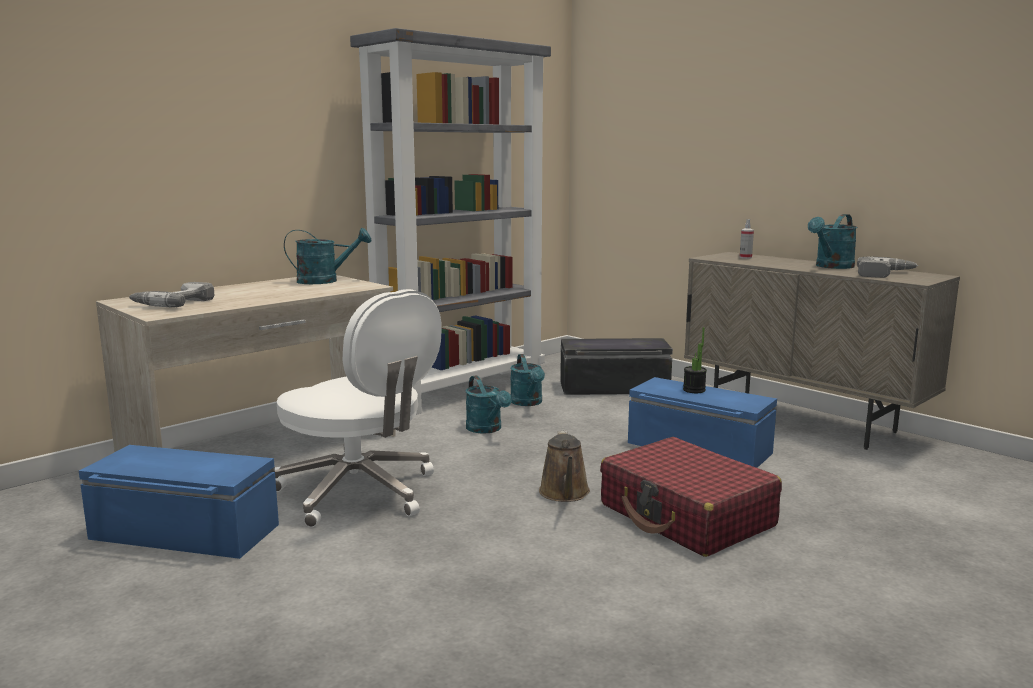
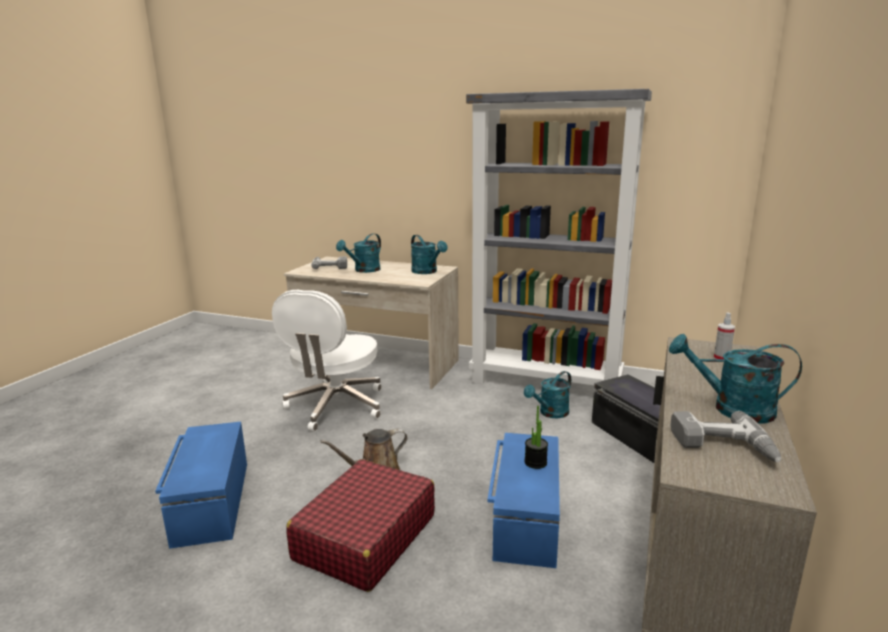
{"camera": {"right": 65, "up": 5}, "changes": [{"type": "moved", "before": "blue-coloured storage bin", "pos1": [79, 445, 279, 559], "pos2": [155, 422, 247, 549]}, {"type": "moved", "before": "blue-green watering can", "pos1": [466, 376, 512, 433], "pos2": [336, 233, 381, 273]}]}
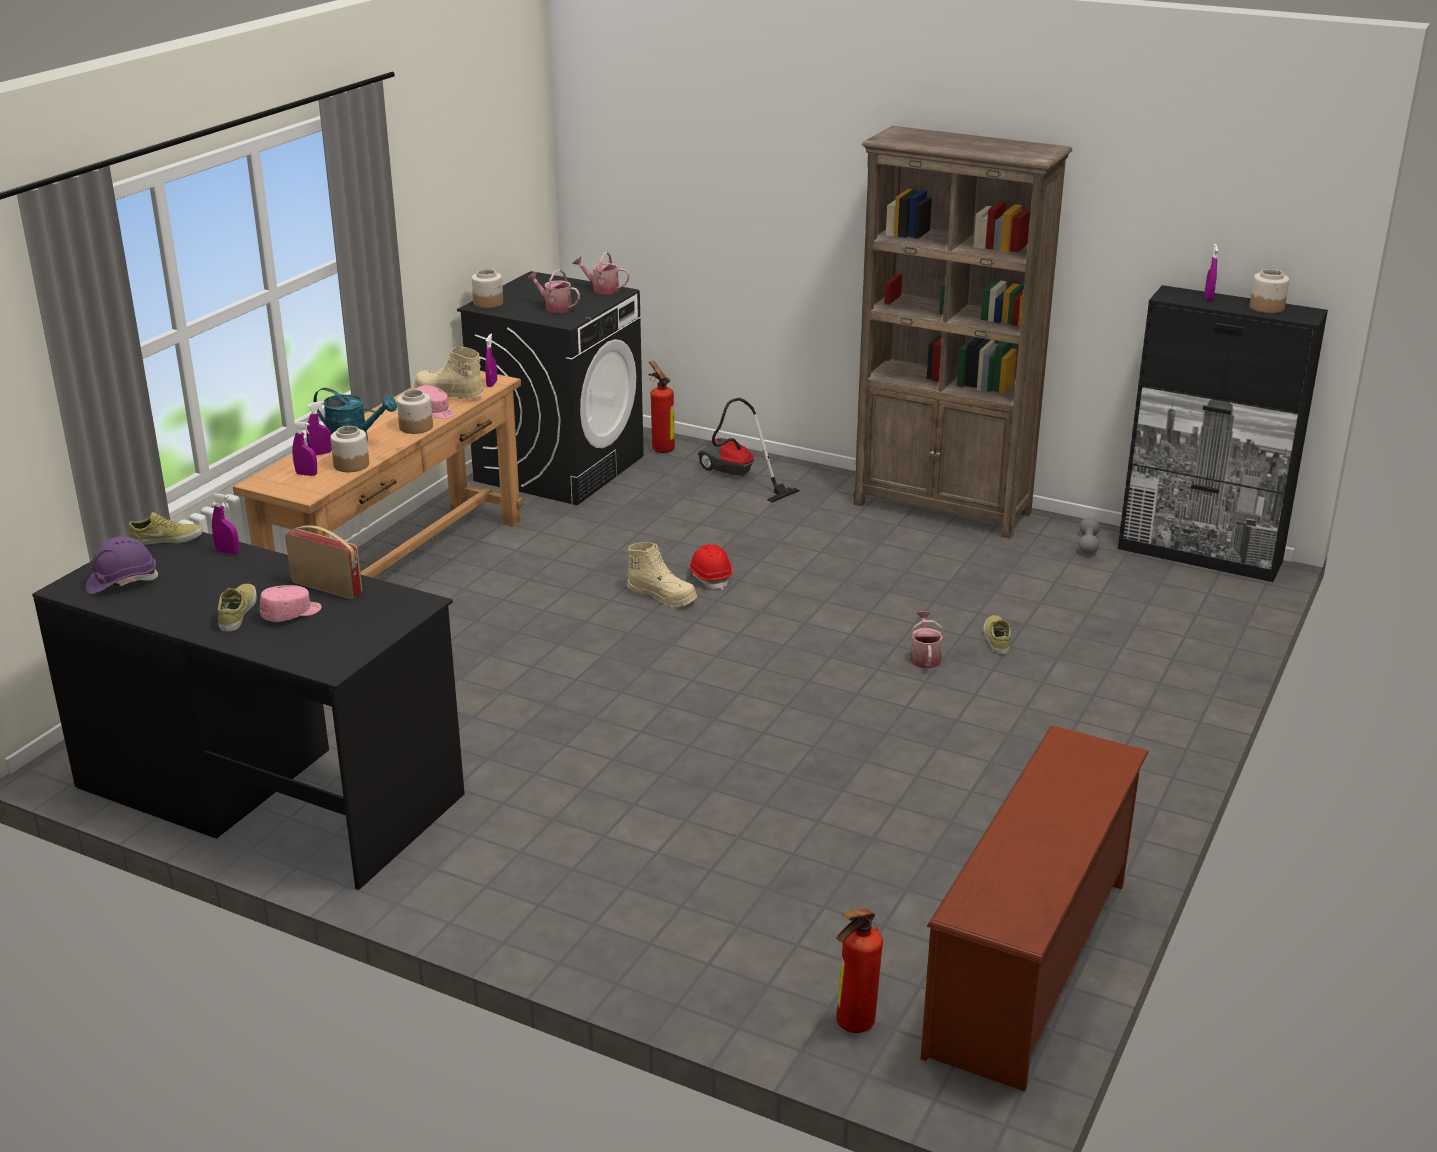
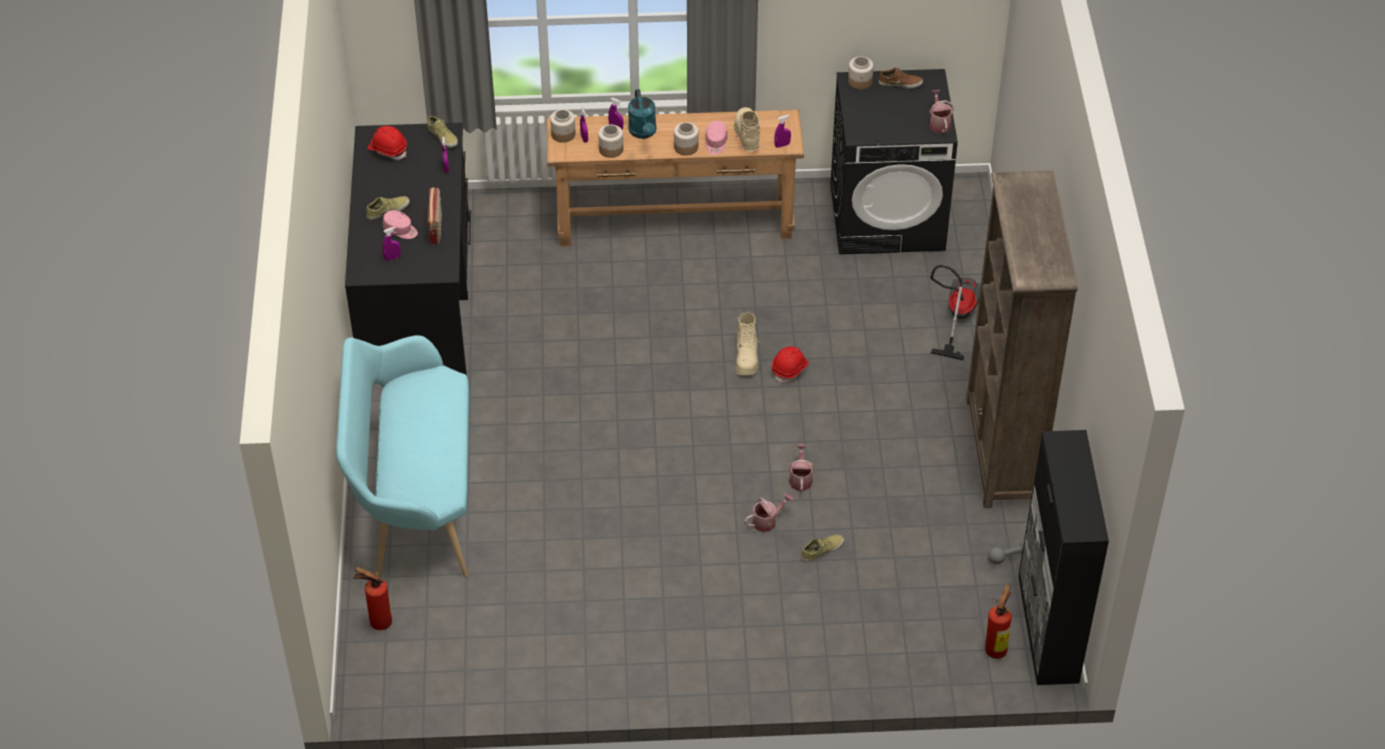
{"camera": {"right": 60, "up": 20}, "changes": [{"type": "recoloured", "before": "purplish safety helmet", "after": "reddish safety helmet", "pos1": [86, 536, 158, 594], "pos2": [368, 126, 407, 160]}, {"type": "moved", "before": "watering can", "pos1": [527, 269, 580, 313], "pos2": [789, 445, 815, 492]}, {"type": "moved", "before": "fire extinguisher", "pos1": [649, 360, 675, 453], "pos2": [985, 584, 1012, 659]}, {"type": "removed", "before": "brownish shoe rack", "pos1": [920, 725, 1149, 1092]}, {"type": "moved", "before": "purplish hand sprayer", "pos1": [1205, 244, 1218, 301], "pos2": [382, 227, 401, 261]}, {"type": "moved", "before": "storage jar", "pos1": [1250, 269, 1289, 313], "pos2": [550, 109, 575, 143]}, {"type": "added", "after": "blue-green indoor bench", "pos2": [336, 335, 471, 577]}, {"type": "added", "after": "brownish low shoe", "pos2": [878, 68, 923, 88]}]}
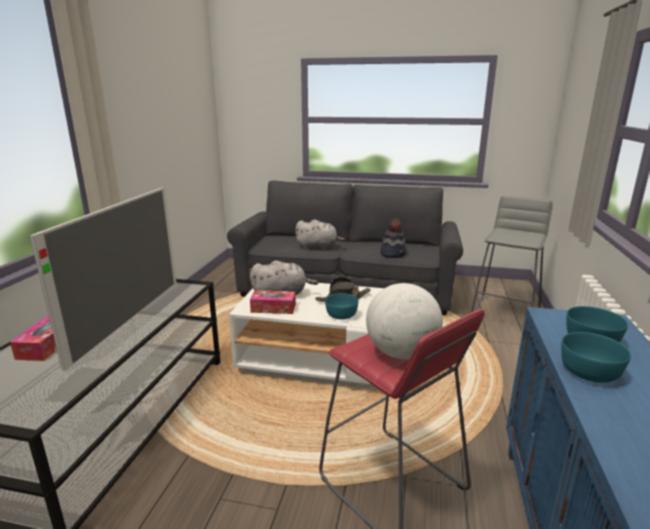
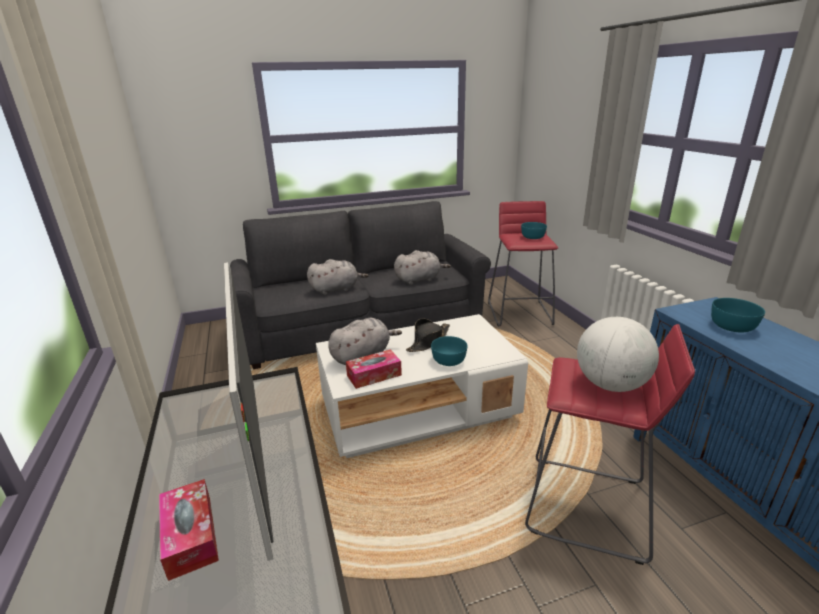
{"camera": {"right": -30, "up": 5}, "changes": [{"type": "replaced", "before": "clothing hat", "after": "greyish cuddly toy", "pos1": [380, 219, 407, 258], "pos2": [394, 250, 451, 285]}, {"type": "recoloured", "before": "greyish stool seat", "after": "reddish stool seat", "pos1": [471, 196, 553, 312], "pos2": [488, 201, 558, 326]}, {"type": "moved", "before": "blue-green deep dish", "pos1": [561, 332, 631, 383], "pos2": [521, 222, 547, 239]}]}
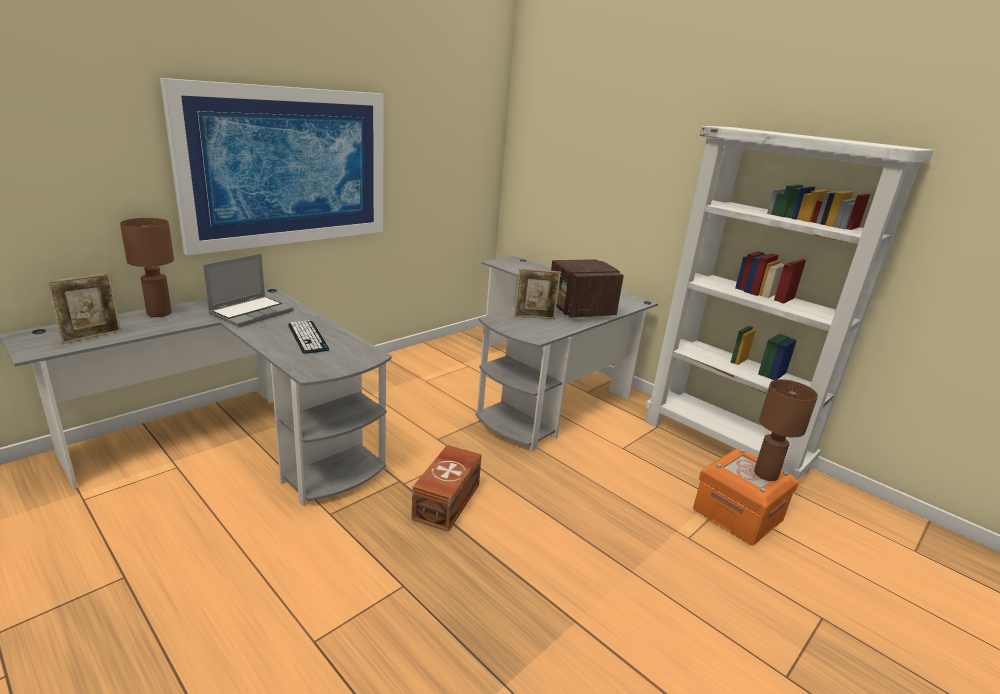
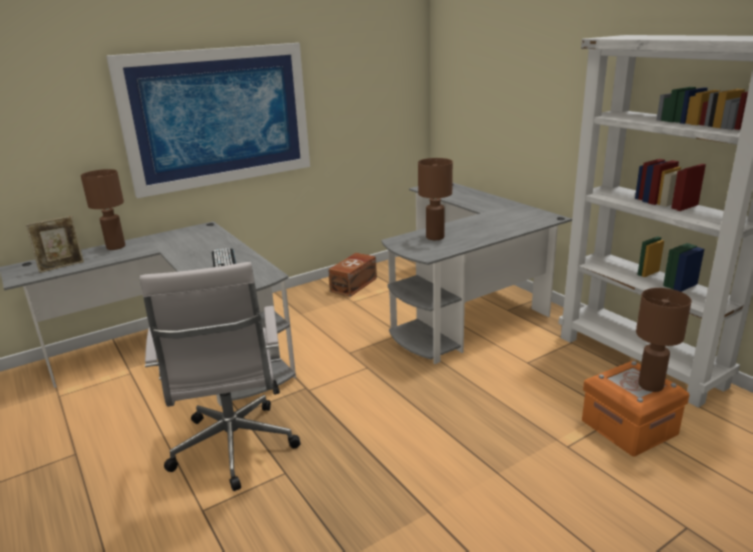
{"camera": {"right": 15, "up": 0}, "changes": [{"type": "removed", "before": "notebook computer", "pos1": [203, 254, 293, 327]}, {"type": "moved", "before": "brownish storage bin", "pos1": [411, 445, 482, 532], "pos2": [328, 253, 377, 297]}, {"type": "replaced", "before": "photo frame", "after": "brownish tabletop lamp", "pos1": [514, 268, 561, 319], "pos2": [418, 158, 453, 240]}, {"type": "removed", "before": "radio set", "pos1": [551, 259, 624, 318]}, {"type": "added", "after": "whitish office chair", "pos2": [139, 262, 300, 491]}]}
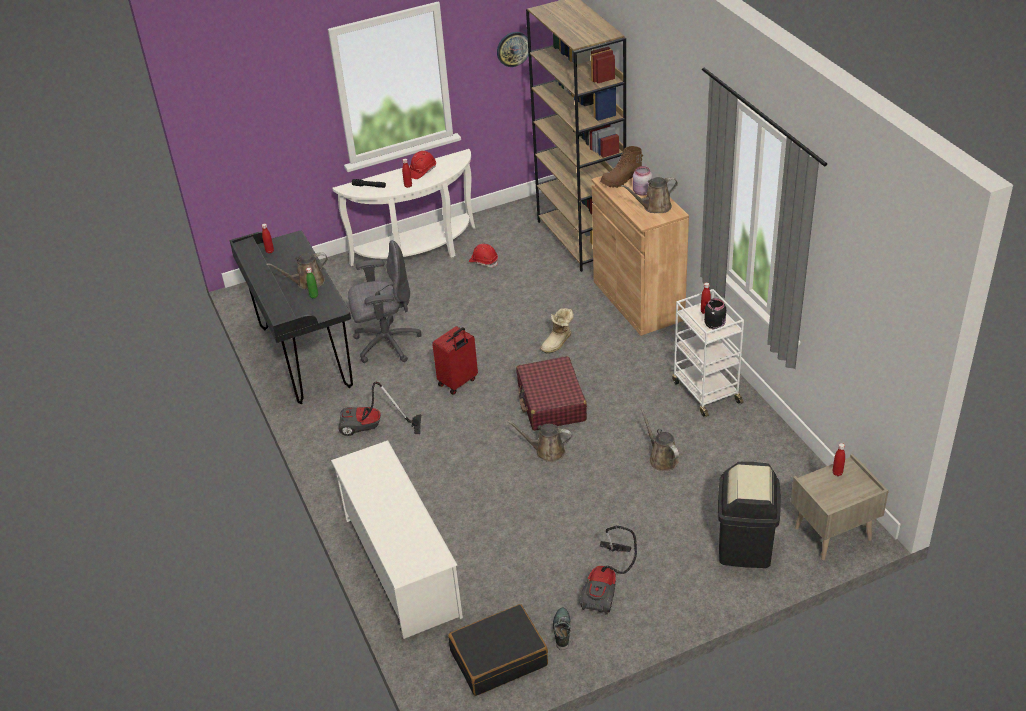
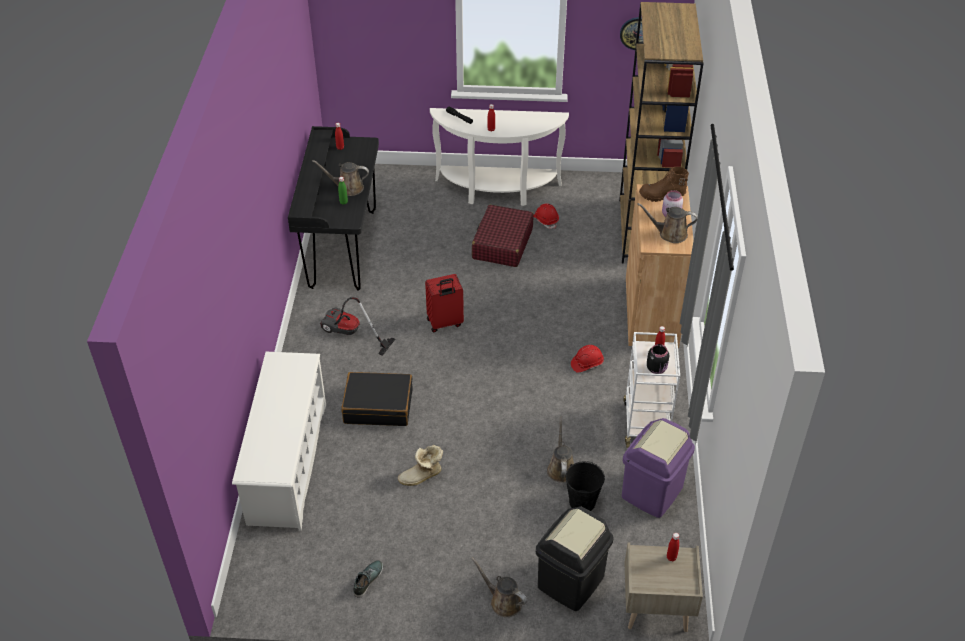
{"camera": {"right": 25, "up": 5}, "changes": [{"type": "removed", "before": "greyish office chair", "pos1": [348, 240, 422, 363]}, {"type": "moved", "before": "reddish safety helmet", "pos1": [409, 151, 436, 179], "pos2": [571, 345, 604, 373]}, {"type": "moved", "before": "blackish travel case", "pos1": [448, 604, 548, 696], "pos2": [341, 372, 413, 426]}, {"type": "moved", "before": "brownish watering can", "pos1": [508, 421, 572, 462], "pos2": [471, 557, 528, 617]}, {"type": "moved", "before": "reddish travel case", "pos1": [516, 356, 587, 431], "pos2": [472, 205, 534, 267]}, {"type": "moved", "before": "tall boot", "pos1": [540, 308, 574, 354], "pos2": [398, 445, 443, 486]}, {"type": "removed", "before": "vacuum", "pos1": [579, 526, 637, 615]}, {"type": "added", "after": "blackish water bucket", "pos2": [566, 461, 605, 511]}, {"type": "added", "after": "purplish trash can", "pos2": [622, 418, 695, 518]}]}
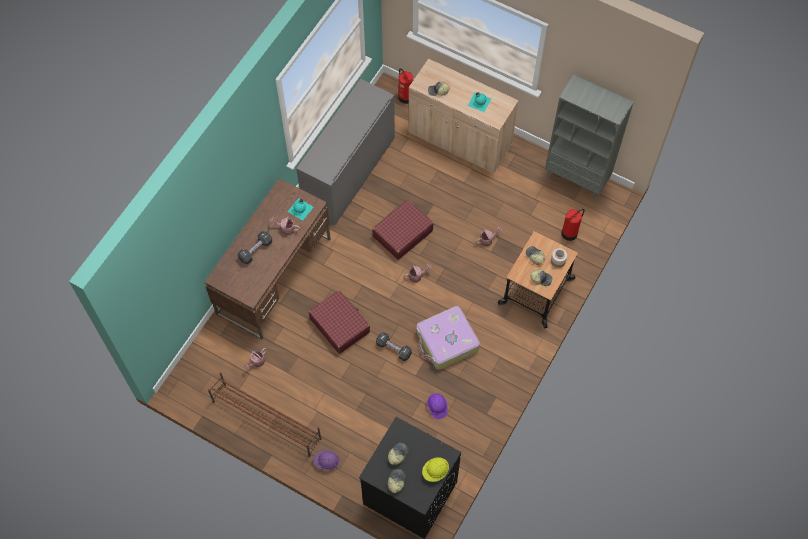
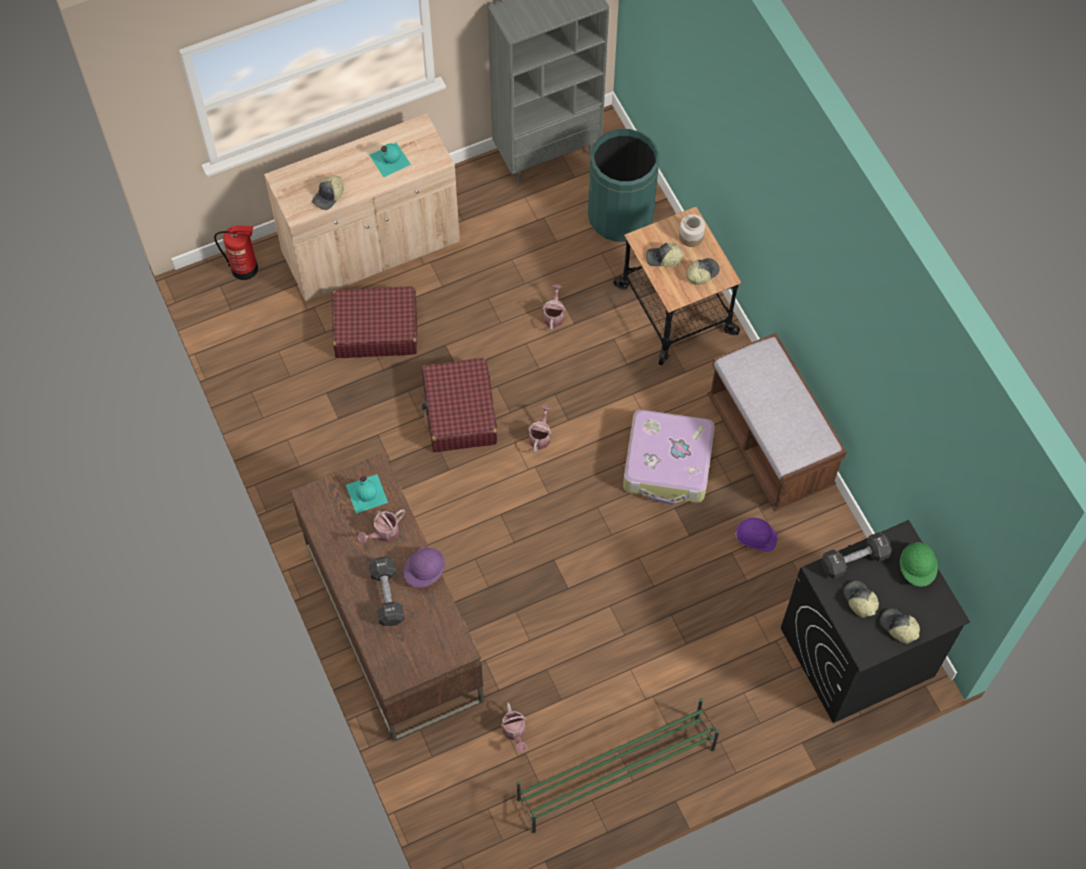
{"camera": {"right": -55, "up": 0}, "changes": [{"type": "recoloured", "before": "brownish shoe rack", "after": "green-coloured shoe rack", "pos1": [208, 372, 322, 457], "pos2": [517, 698, 720, 833]}, {"type": "removed", "before": "greyish storage cabinet", "pos1": [296, 79, 395, 225]}, {"type": "moved", "before": "reddish travel case", "pos1": [308, 290, 370, 354], "pos2": [332, 286, 417, 358]}, {"type": "moved", "before": "purplish safety helmet", "pos1": [313, 450, 340, 471], "pos2": [403, 547, 445, 588]}, {"type": "moved", "before": "blackish free weight", "pos1": [376, 332, 412, 361], "pos2": [821, 532, 892, 579]}, {"type": "recoloured", "before": "yellow safety helmet", "after": "green-coloured safety helmet", "pos1": [422, 457, 449, 482], "pos2": [900, 543, 938, 587]}, {"type": "replaced", "before": "fire extinguisher", "after": "green-coloured trash can", "pos1": [561, 209, 585, 241], "pos2": [588, 129, 660, 242]}, {"type": "added", "after": "brownish indoor bench", "pos2": [708, 333, 847, 511]}]}
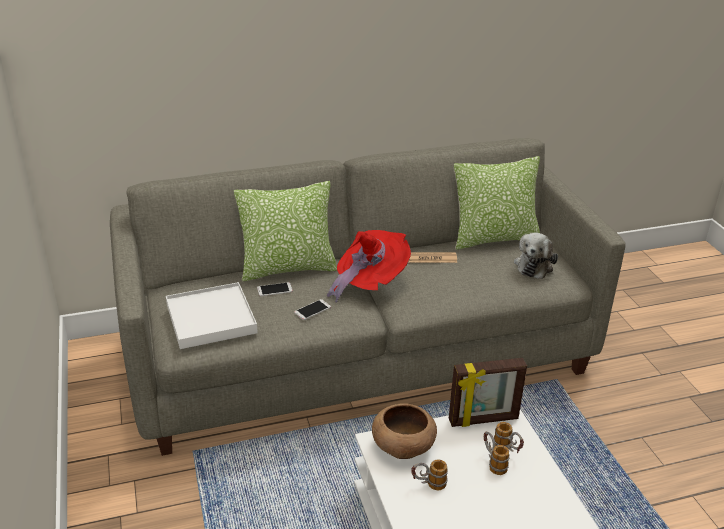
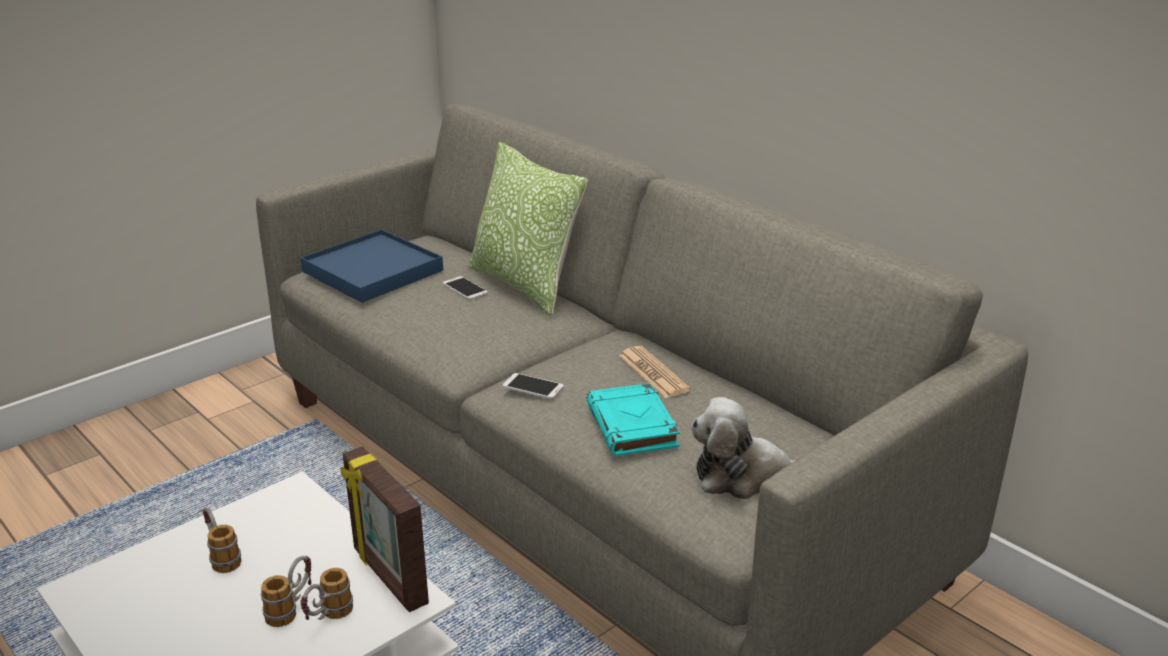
{"camera": {"right": 65, "up": -5}, "changes": [{"type": "recoloured", "before": "whitish serving tray", "after": "blue-coloured serving tray", "pos1": [166, 282, 258, 349], "pos2": [300, 229, 443, 303]}, {"type": "moved", "before": "telephone", "pos1": [294, 299, 331, 320], "pos2": [502, 373, 564, 399]}, {"type": "removed", "before": "reddish clothing hat", "pos1": [327, 230, 411, 303]}, {"type": "removed", "before": "brownish deep dish", "pos1": [372, 403, 437, 459]}, {"type": "removed", "before": "cushion", "pos1": [454, 156, 540, 250]}, {"type": "added", "after": "blue-green volume", "pos2": [587, 383, 680, 456]}]}
